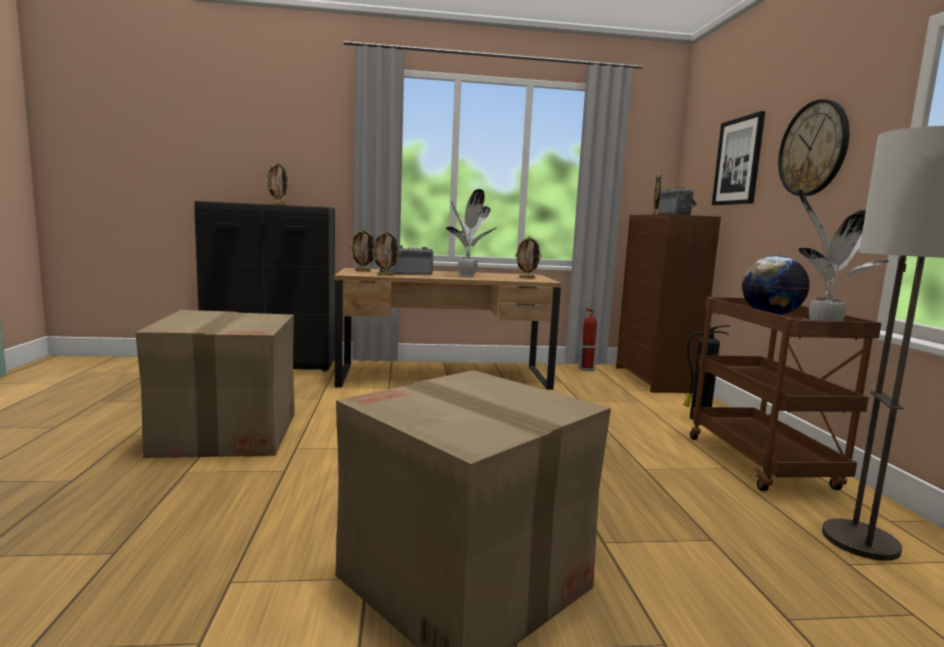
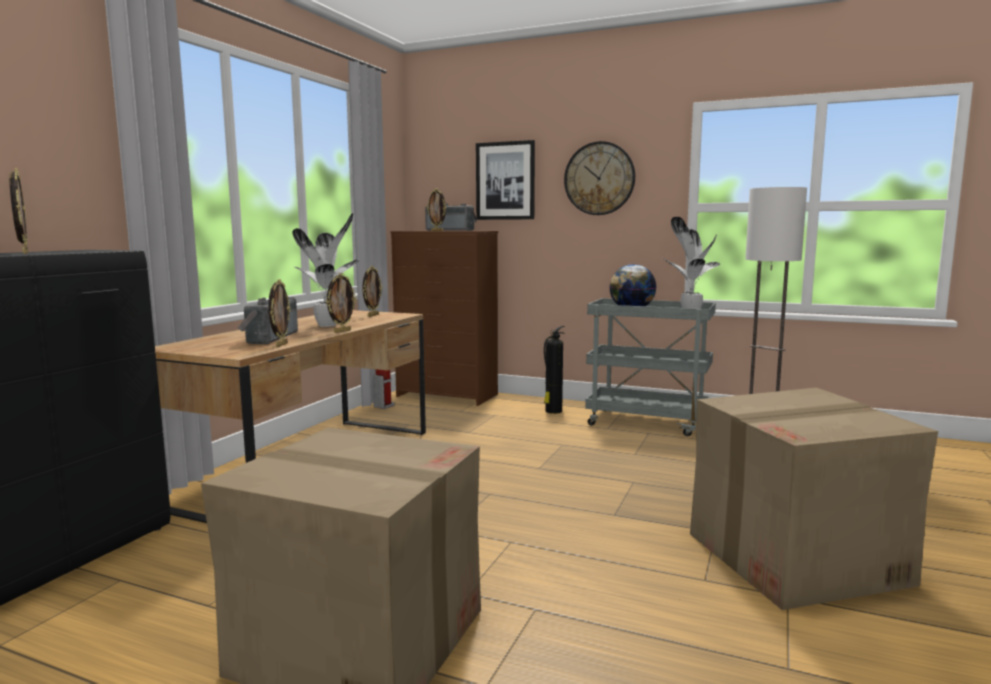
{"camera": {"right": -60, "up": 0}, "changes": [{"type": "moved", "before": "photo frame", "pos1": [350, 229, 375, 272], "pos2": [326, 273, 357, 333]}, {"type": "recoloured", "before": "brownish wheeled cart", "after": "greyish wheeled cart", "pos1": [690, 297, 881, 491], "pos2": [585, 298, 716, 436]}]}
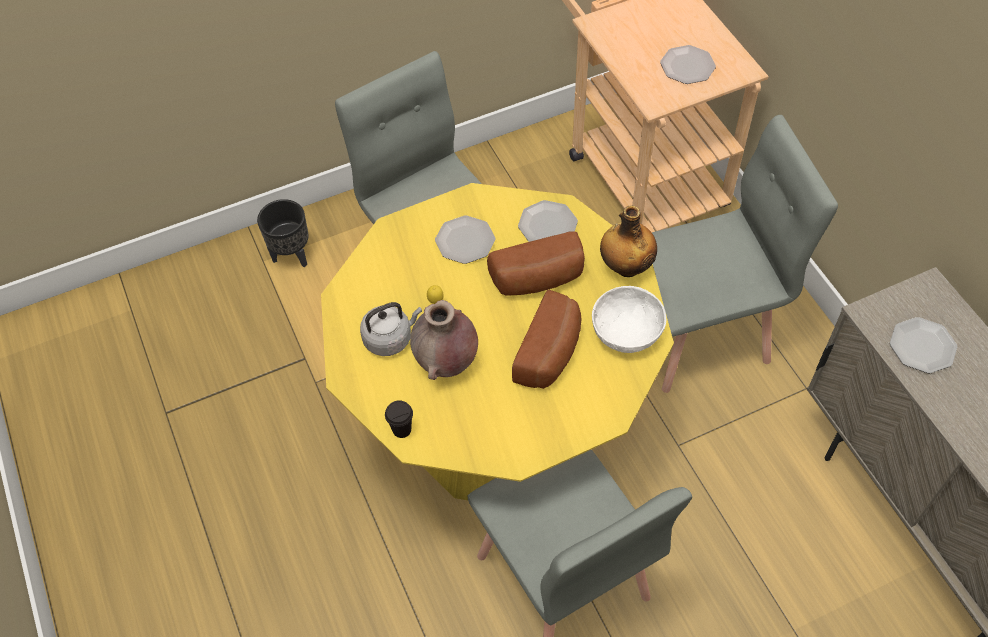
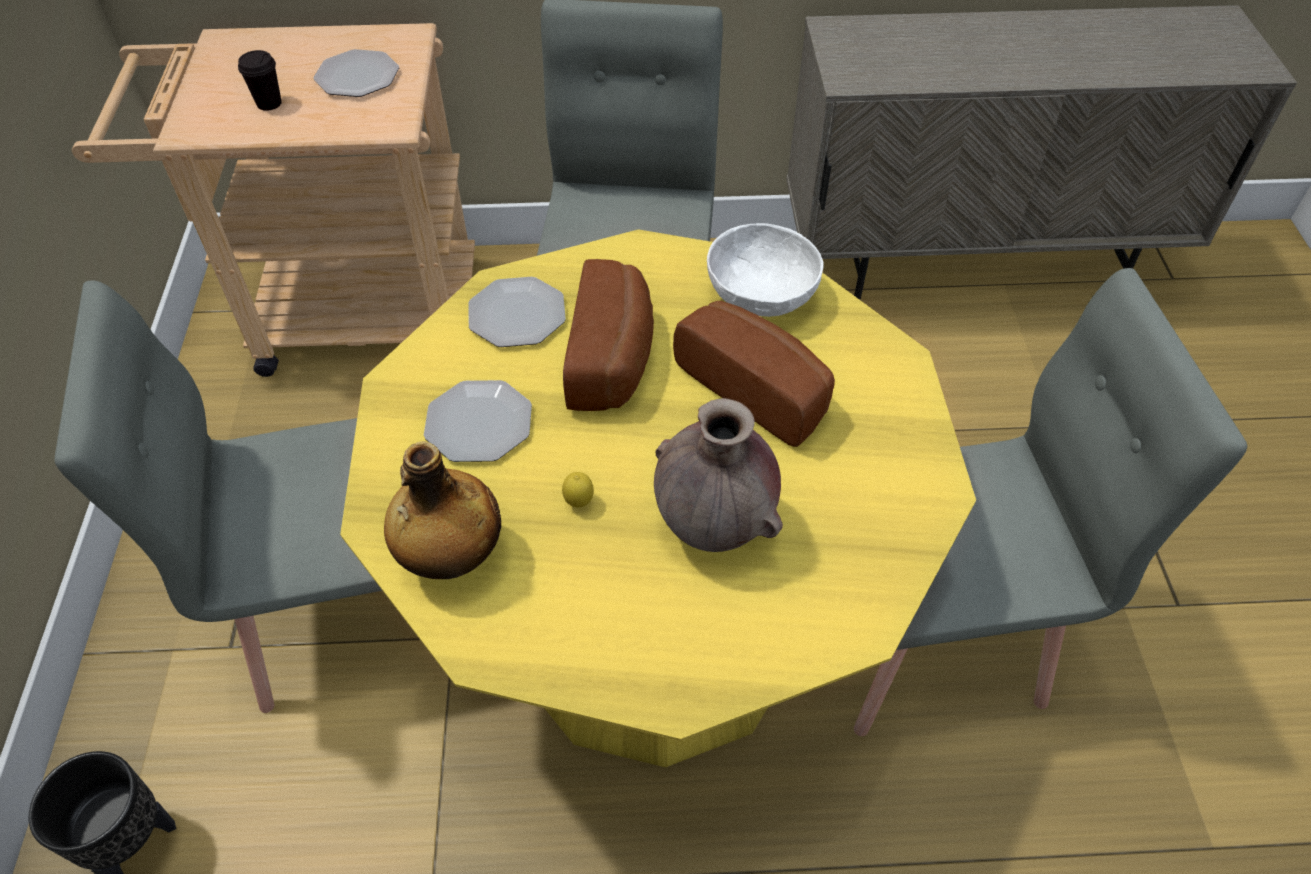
{"camera": {"right": -70, "up": -5}, "changes": [{"type": "removed", "before": "greyish kettle", "pos1": [360, 302, 422, 356]}, {"type": "moved", "before": "blackish cup", "pos1": [385, 400, 413, 438], "pos2": [238, 50, 282, 111]}, {"type": "moved", "before": "bottle", "pos1": [600, 205, 657, 277], "pos2": [384, 441, 501, 579]}, {"type": "removed", "before": "flat dish", "pos1": [890, 317, 957, 373]}]}
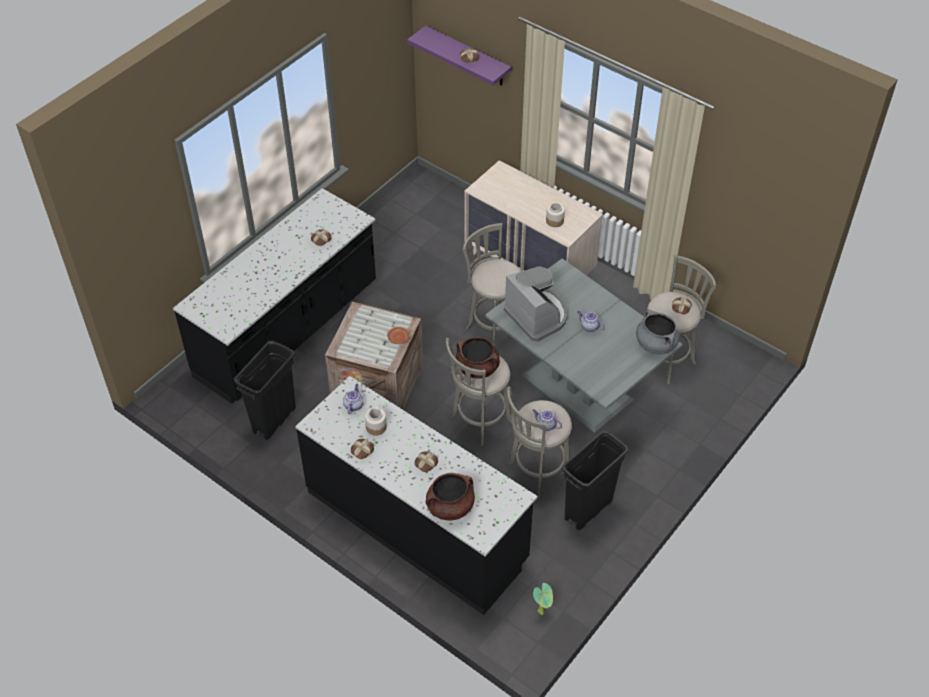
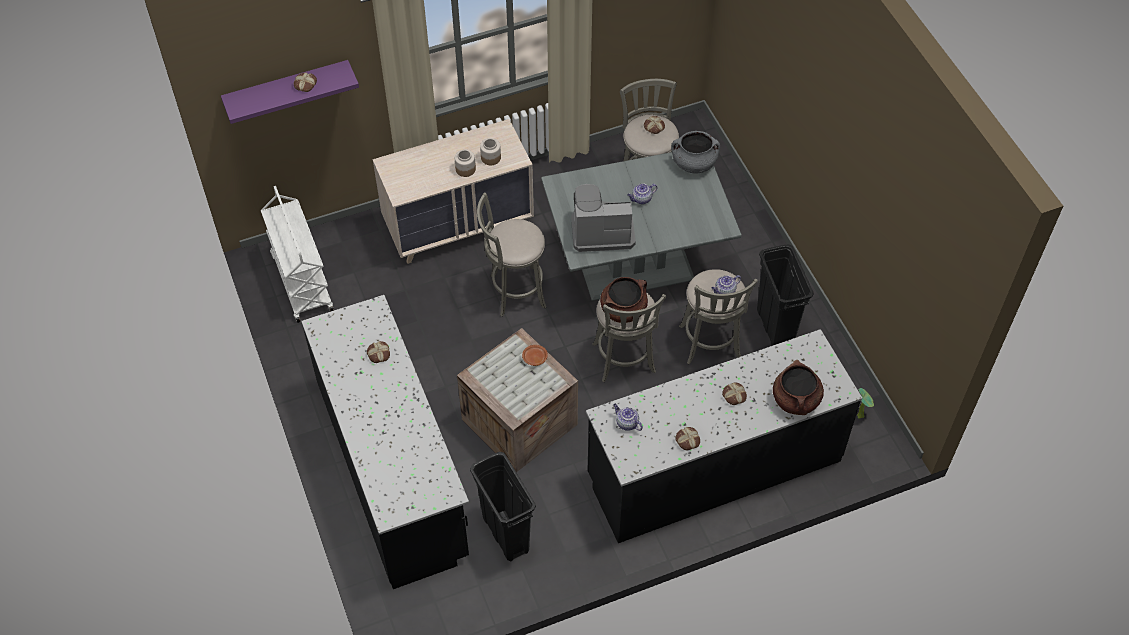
{"camera": {"right": -60, "up": 5}, "changes": [{"type": "moved", "before": "storage jar", "pos1": [365, 407, 387, 436], "pos2": [455, 149, 476, 177]}, {"type": "added", "after": "whitish wheeled cart", "pos2": [261, 186, 334, 323]}]}
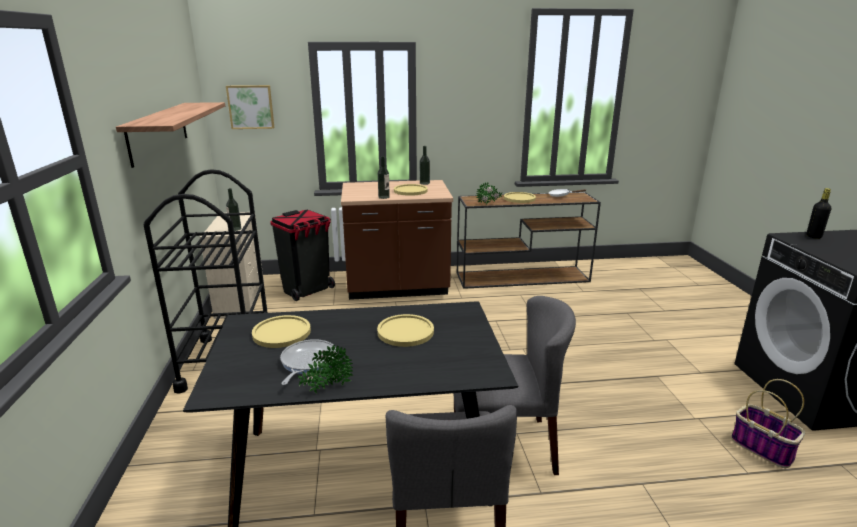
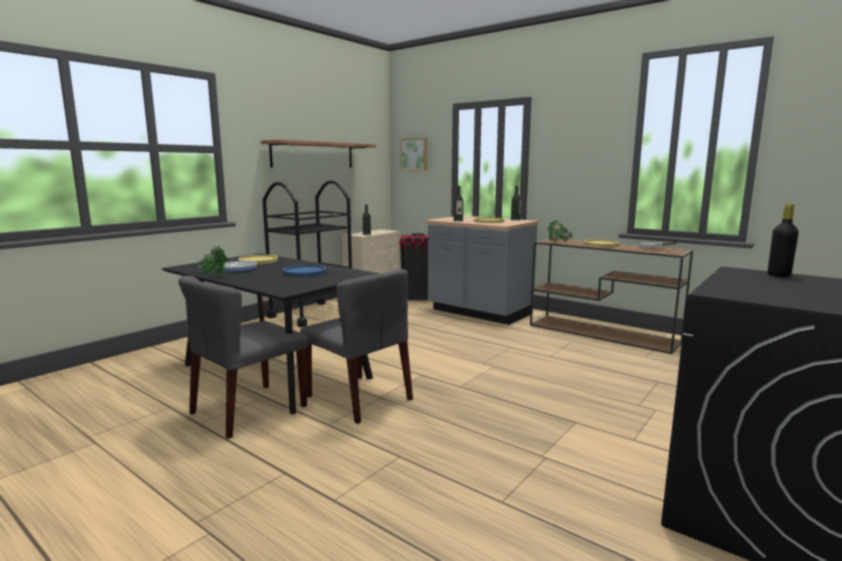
{"camera": {"right": 45, "up": -10}, "changes": [{"type": "recoloured", "before": "brownish kitchen counter", "after": "greyish kitchen counter", "pos1": [341, 180, 453, 300], "pos2": [425, 216, 538, 325]}, {"type": "recoloured", "before": "yellow flat dish", "after": "blue-coloured flat dish", "pos1": [377, 314, 434, 347], "pos2": [283, 265, 327, 277]}, {"type": "removed", "before": "storage basket", "pos1": [731, 379, 805, 468]}]}
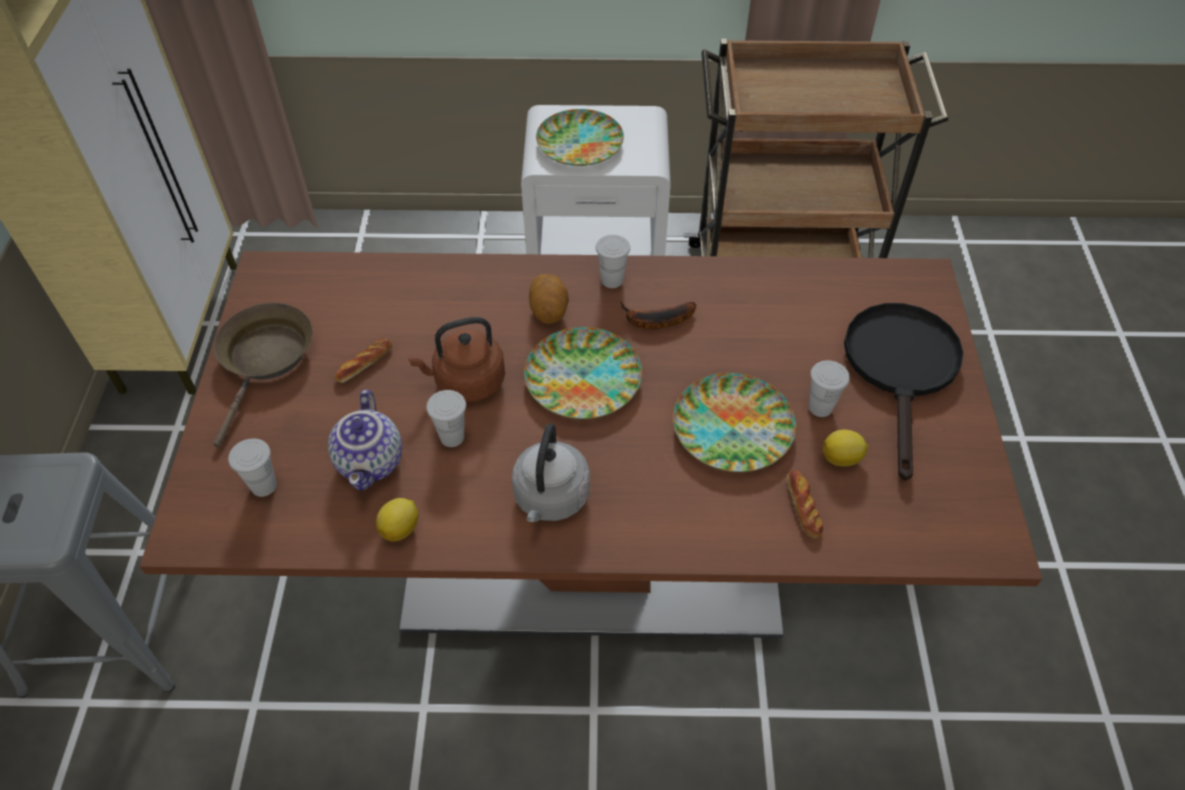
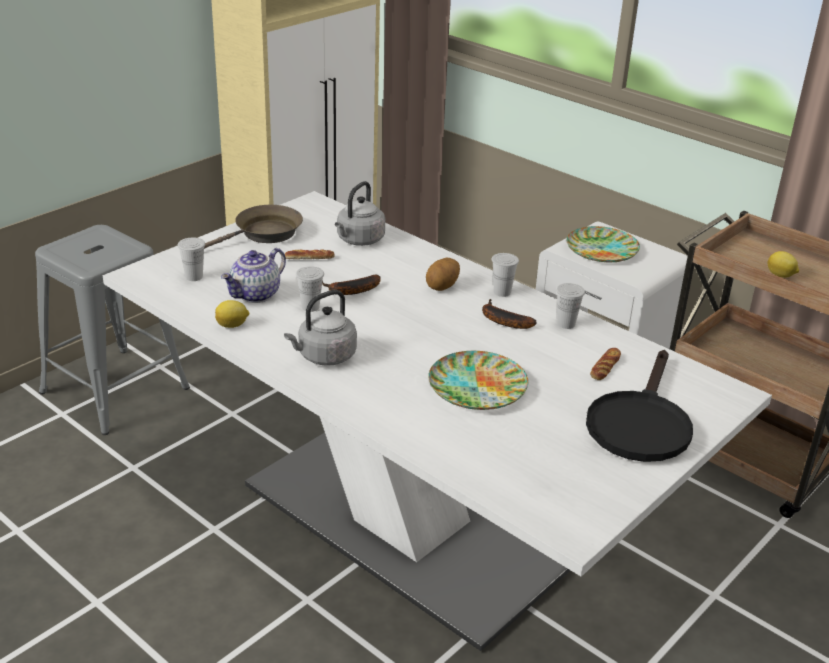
{"camera": {"right": 40, "up": -20}, "changes": [{"type": "recoloured", "before": "brownish dinner table", "after": "whitish dinner table", "pos1": [139, 251, 1042, 638], "pos2": [103, 191, 772, 651]}, {"type": "replaced", "before": "brownish kettle", "after": "whole banana", "pos1": [408, 317, 505, 402], "pos2": [322, 274, 381, 295]}, {"type": "removed", "before": "flat dish", "pos1": [524, 327, 642, 419]}, {"type": "moved", "before": "baked bread", "pos1": [787, 470, 823, 538], "pos2": [590, 348, 621, 380]}, {"type": "moved", "before": "whitish cup", "pos1": [809, 360, 850, 417], "pos2": [556, 283, 585, 329]}, {"type": "moved", "before": "whole lemon", "pos1": [823, 430, 868, 466], "pos2": [767, 251, 799, 278]}, {"type": "turned", "before": "blackish pan", "pos1": [844, 303, 964, 481], "pos2": [586, 350, 693, 462], "turn": 150}, {"type": "added", "after": "greyish kettle", "pos2": [335, 181, 385, 246]}]}
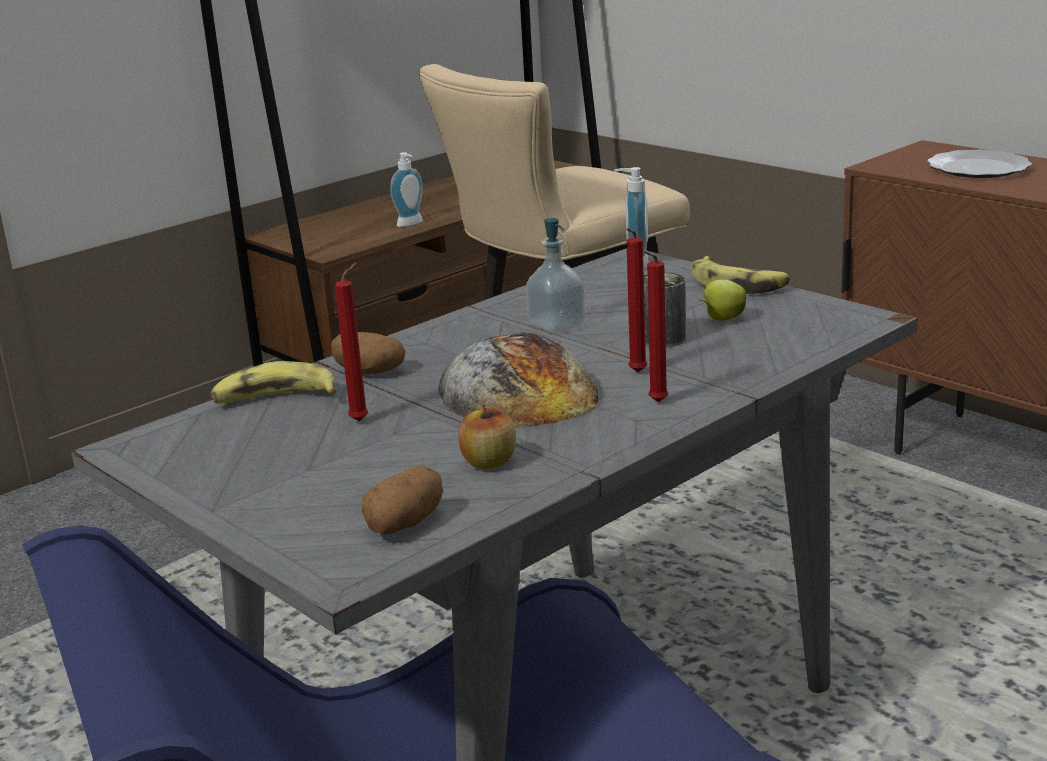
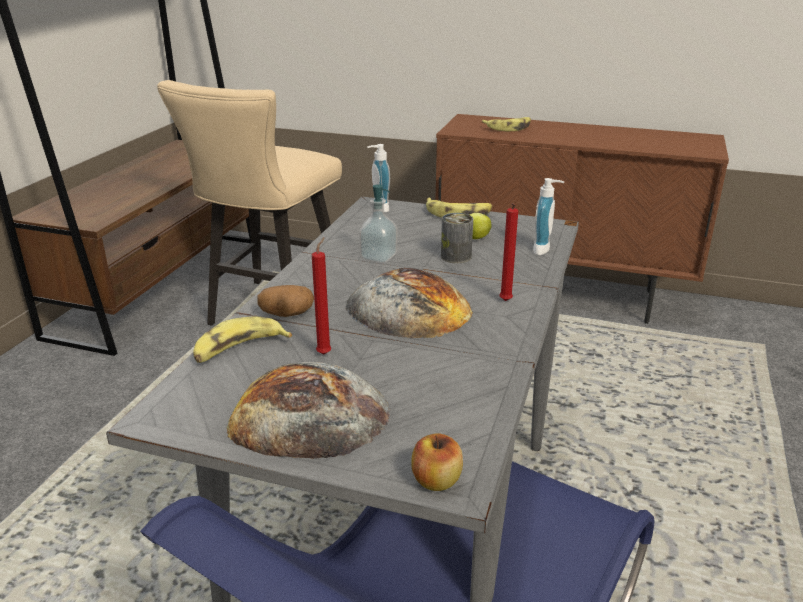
{"camera": {"right": -30, "up": 5}, "changes": [{"type": "removed", "before": "potato", "pos1": [361, 466, 443, 534]}, {"type": "moved", "before": "liquid soap bottle", "pos1": [390, 152, 423, 227], "pos2": [533, 178, 564, 255]}, {"type": "moved", "before": "apple fruit", "pos1": [458, 404, 516, 469], "pos2": [411, 434, 463, 491]}, {"type": "removed", "before": "reddish candle", "pos1": [626, 228, 648, 372]}, {"type": "replaced", "before": "flat dish", "after": "whole banana", "pos1": [927, 150, 1032, 178], "pos2": [482, 117, 531, 131]}, {"type": "added", "after": "baked bread", "pos2": [227, 362, 391, 459]}]}
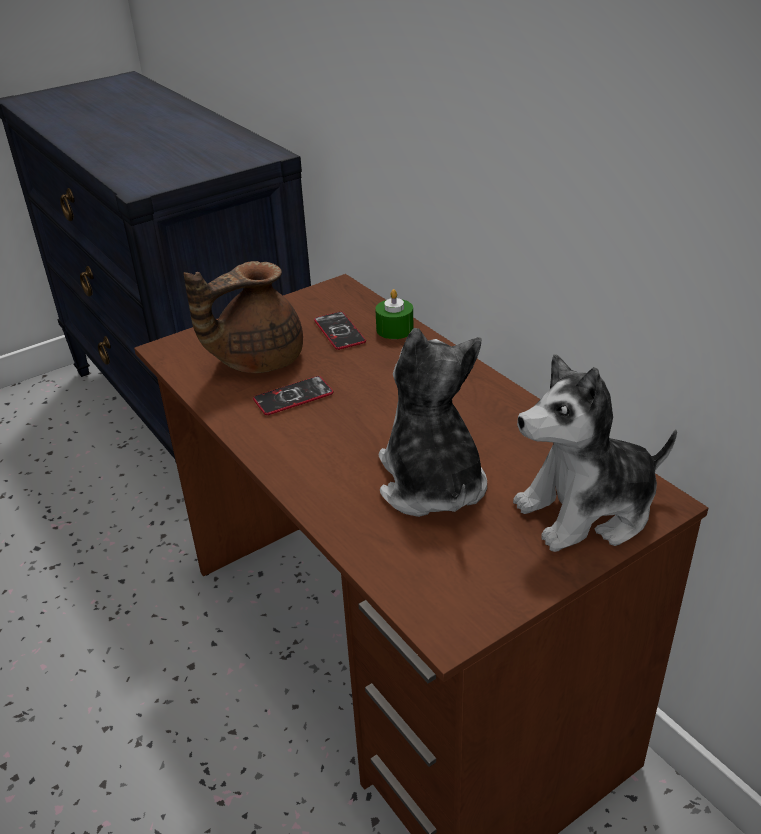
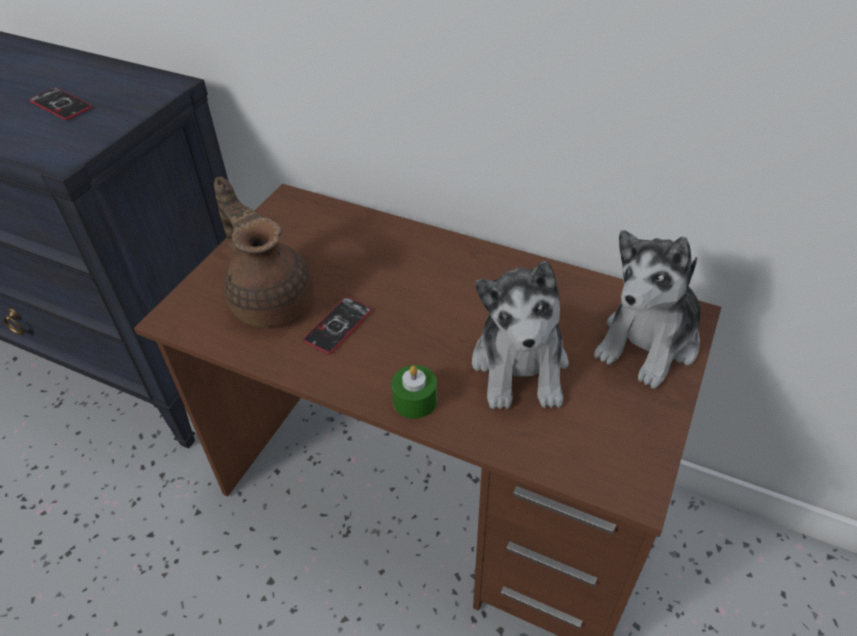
{"camera": {"right": -30, "up": 10}, "changes": [{"type": "turned", "before": "brownish pot for tea", "pos1": [184, 261, 303, 373], "pos2": [214, 177, 314, 327], "turn": 120}, {"type": "moved", "before": "telephone", "pos1": [314, 312, 366, 350], "pos2": [29, 88, 92, 120]}, {"type": "moved", "before": "green-coloured candle", "pos1": [375, 289, 414, 339], "pos2": [391, 365, 437, 419]}, {"type": "turned", "before": "cuddly toy", "pos1": [379, 328, 487, 517], "pos2": [472, 261, 569, 409], "turn": -135}]}
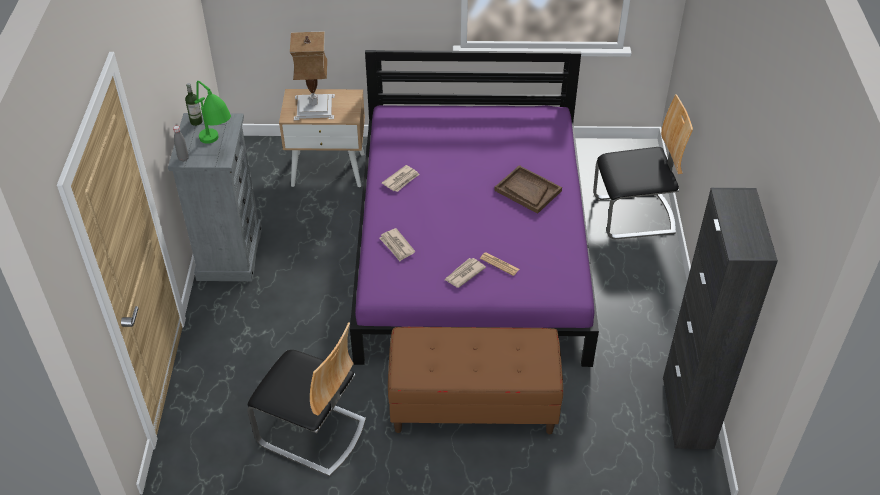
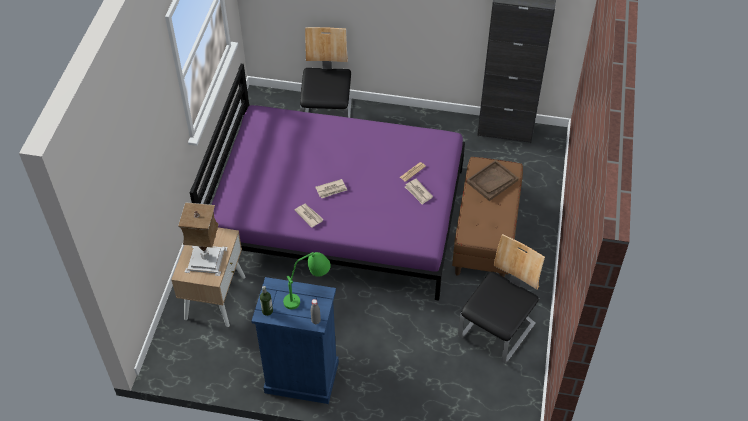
{"camera": {"right": -80, "up": 5}, "changes": [{"type": "recoloured", "before": "greyish chest of drawers", "after": "blue-coloured chest of drawers", "pos1": [168, 113, 262, 281], "pos2": [251, 277, 339, 404]}, {"type": "moved", "before": "newspaper", "pos1": [379, 228, 415, 261], "pos2": [315, 179, 347, 198]}, {"type": "moved", "before": "brownish serving tray", "pos1": [494, 165, 562, 214], "pos2": [466, 160, 519, 201]}]}
